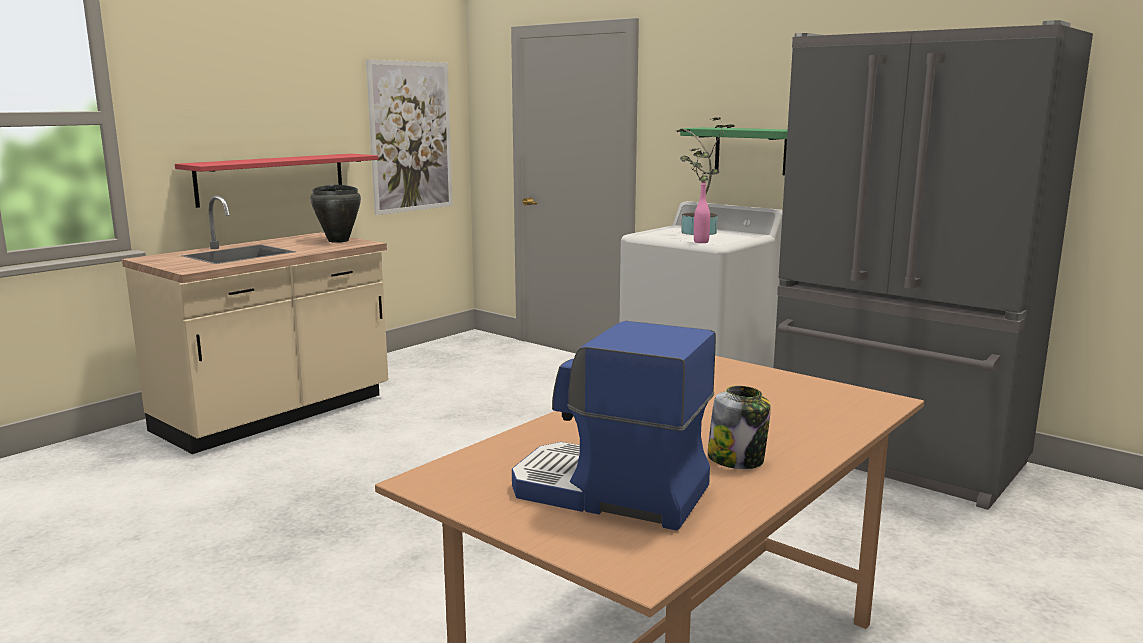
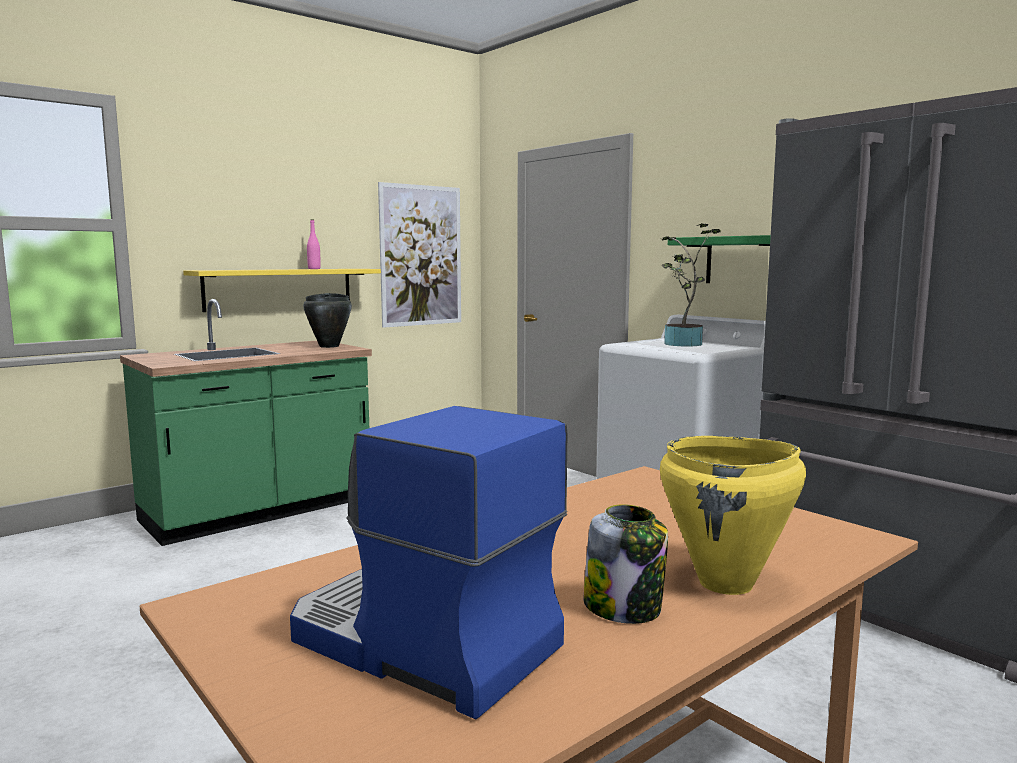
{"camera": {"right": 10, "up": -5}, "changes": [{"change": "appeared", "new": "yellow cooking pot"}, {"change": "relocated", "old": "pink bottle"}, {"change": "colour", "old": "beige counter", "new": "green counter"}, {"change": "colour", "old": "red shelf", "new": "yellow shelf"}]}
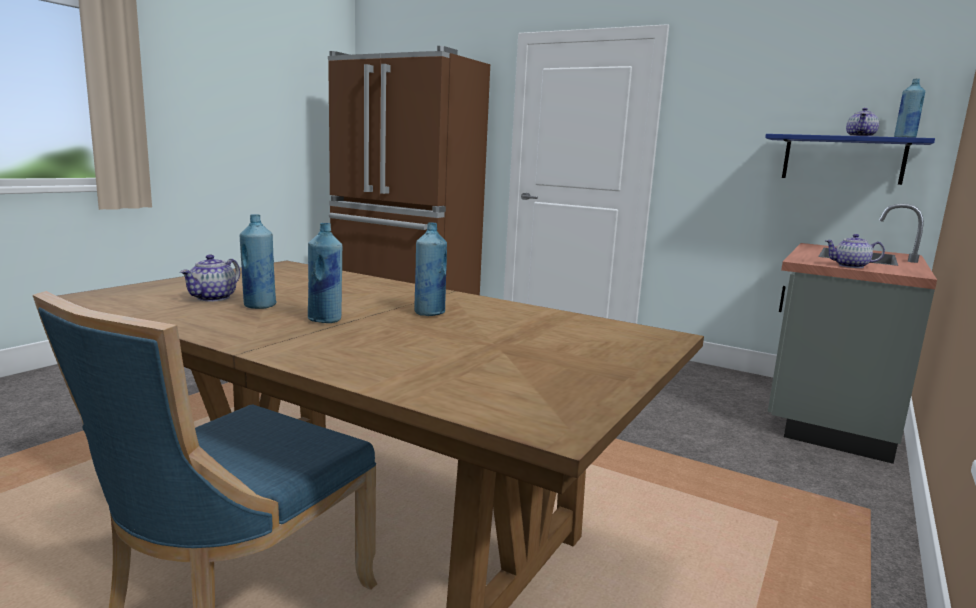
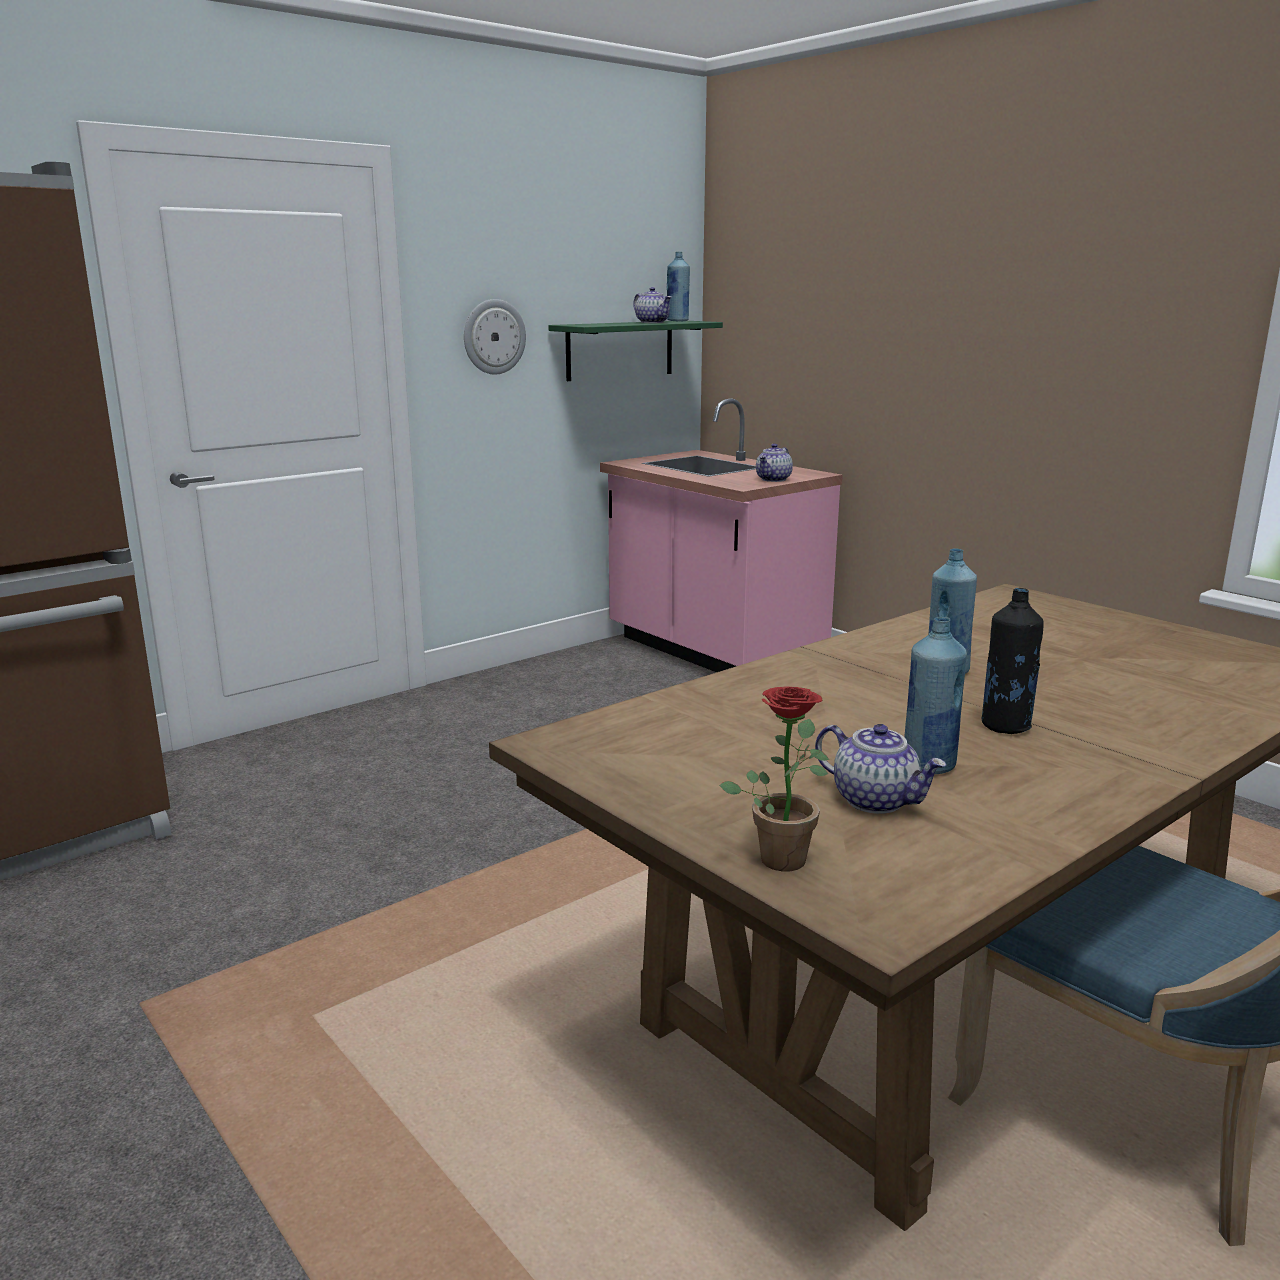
{"camera": {"right": -70, "up": 5}, "changes": [{"change": "appeared", "new": "wall clock"}, {"change": "appeared", "new": "potted plant"}, {"change": "colour", "old": "blue bottle (no. 2 from left)", "new": "black bottle"}, {"change": "colour", "old": "blue shelf", "new": "green shelf"}, {"change": "colour", "old": "grey counter", "new": "pink counter"}]}
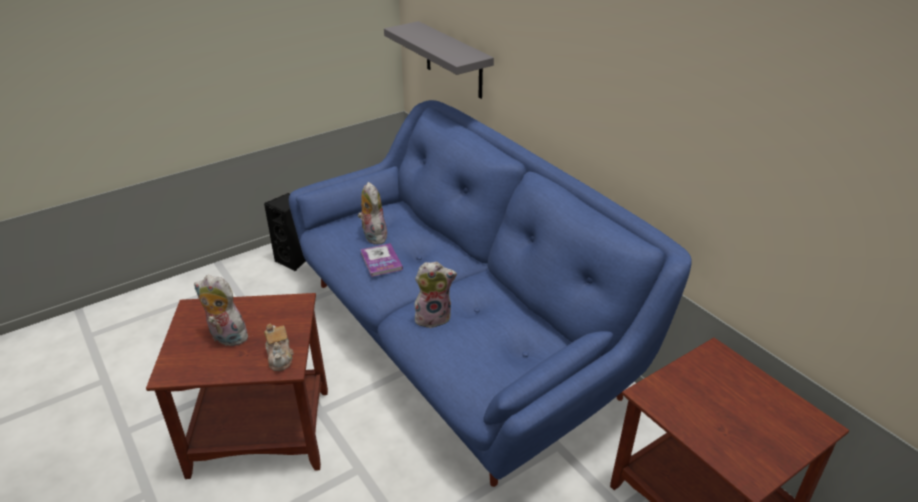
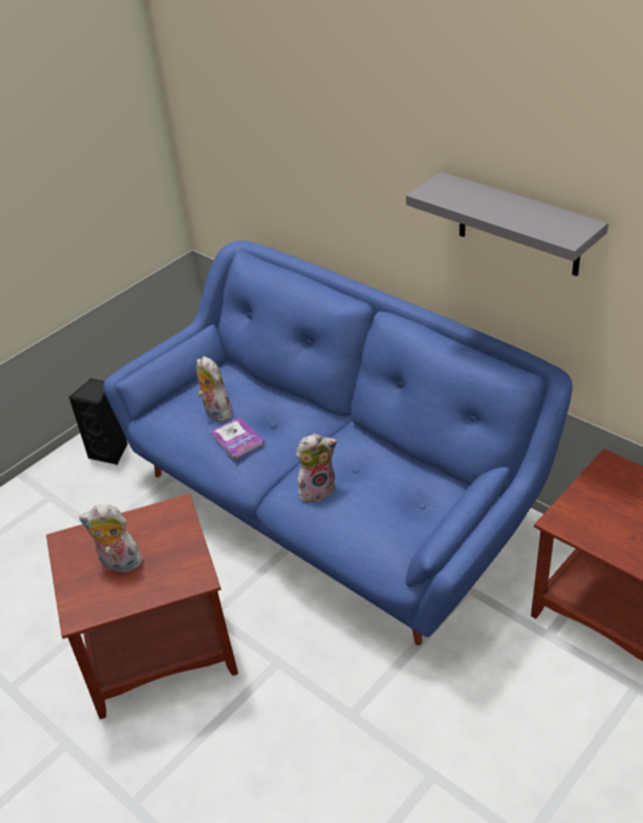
{"camera": {"right": -10, "up": 5}, "changes": [{"change": "missing", "old": "teapot"}, {"change": "relocated", "old": "grey shelf"}]}
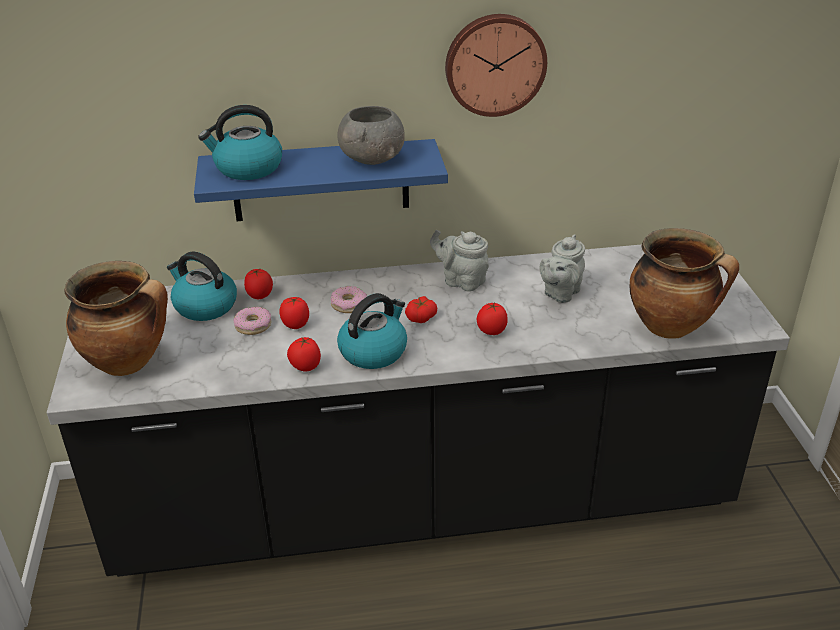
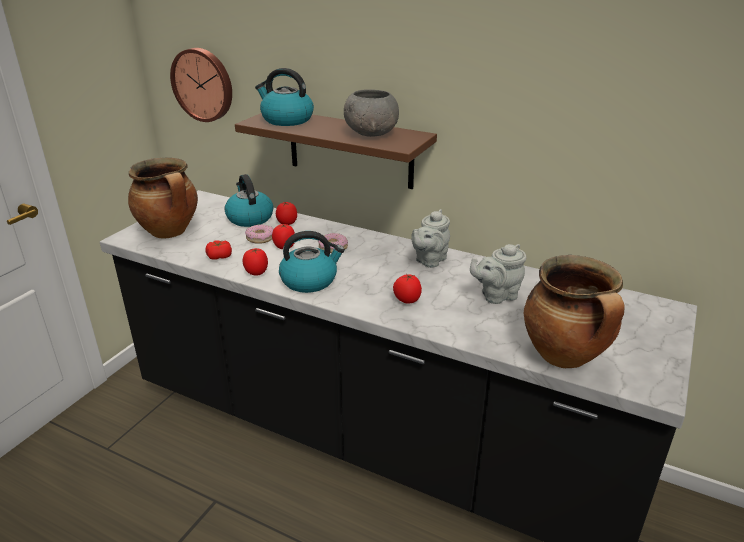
{"camera": {"right": 35, "up": -5}, "changes": [{"change": "relocated", "old": "tomato (no. 4 from left in the first image)", "new": "tomato (no. 1 from left)"}, {"change": "relocated", "old": "wall clock"}, {"change": "colour", "old": "blue shelf", "new": "brown shelf"}, {"change": "spun", "old": "grey teapot (no. 1 from left)", "degrees": -120}]}
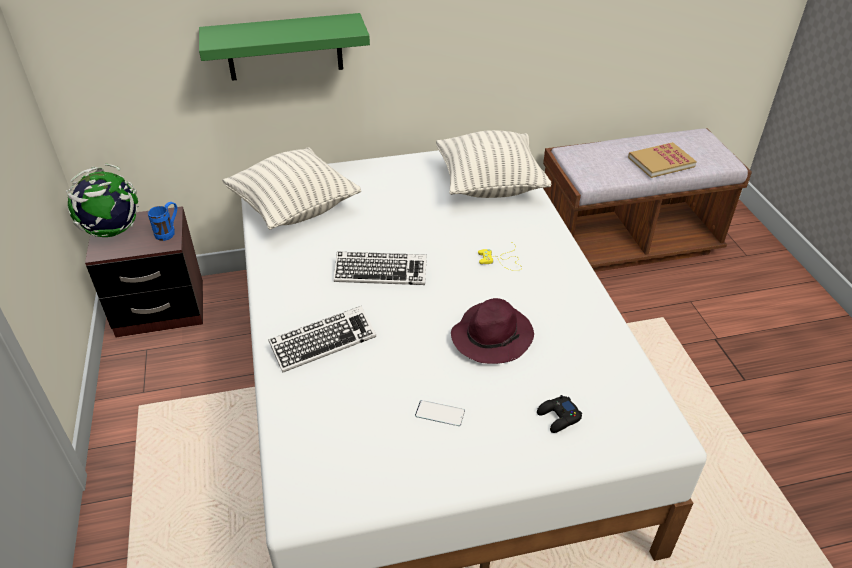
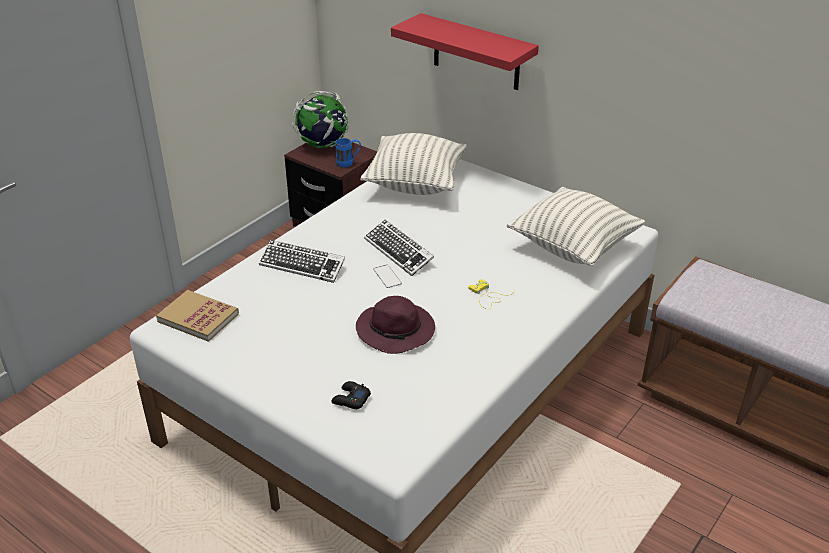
{"camera": {"right": 50, "up": -5}, "changes": [{"change": "relocated", "old": "phone"}, {"change": "relocated", "old": "book"}, {"change": "colour", "old": "green shelf", "new": "red shelf"}]}
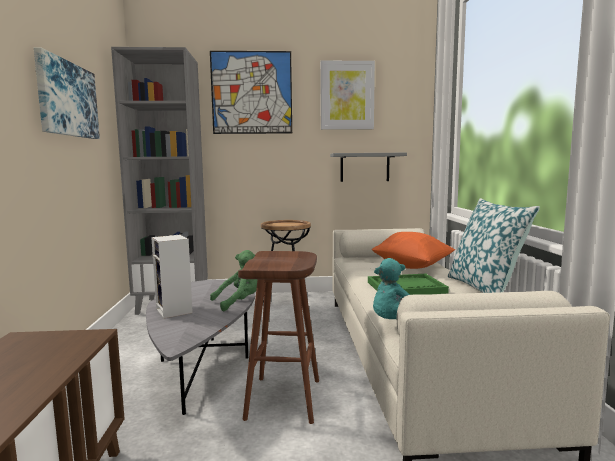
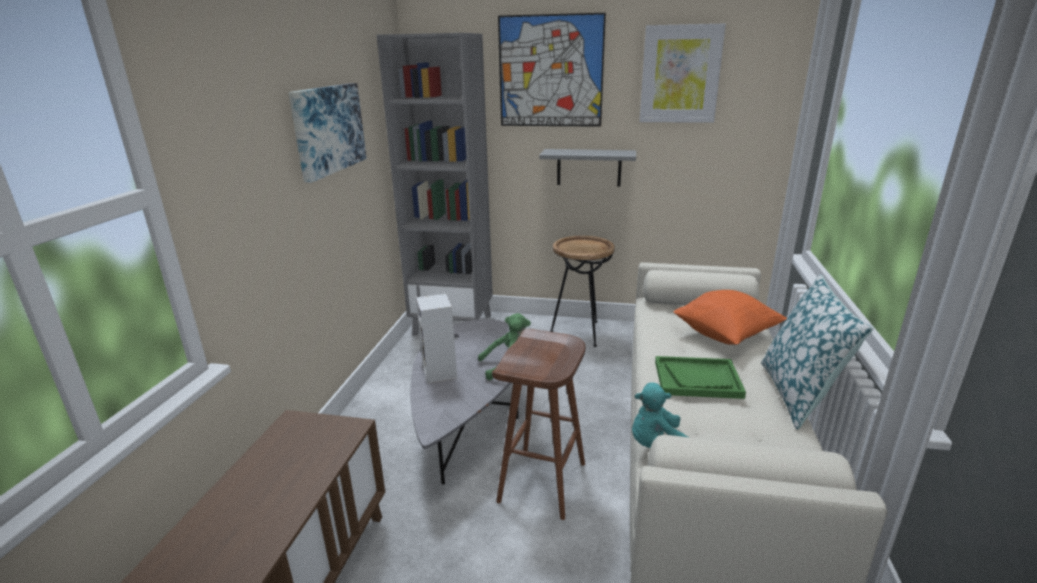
{"camera": {"right": 15, "up": 15}, "changes": [{"change": "relocated", "old": "grey shelf"}]}
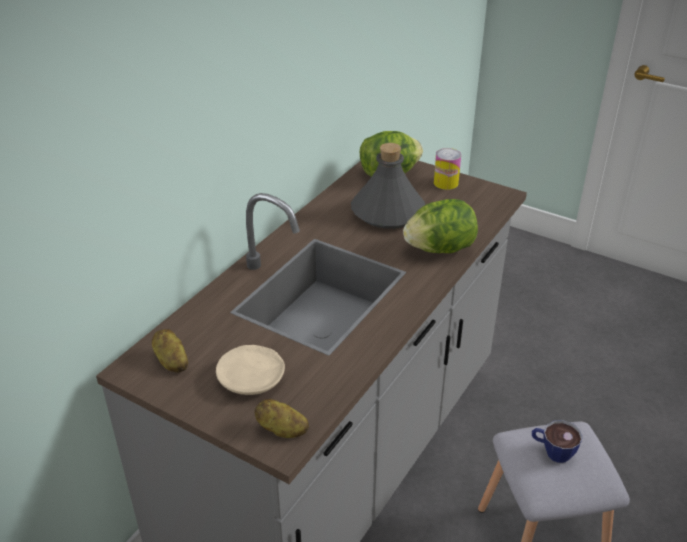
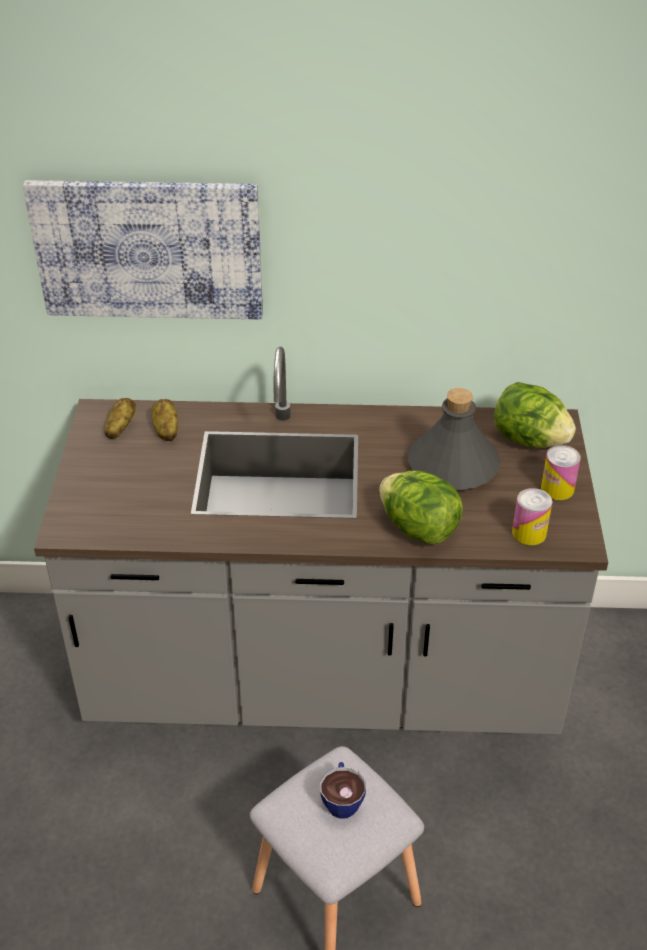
{"camera": {"right": 60, "up": 5}, "changes": [{"change": "missing", "old": "beige plate"}, {"change": "appeared", "new": "picture"}, {"change": "appeared", "new": "can (no. 1 from left)"}, {"change": "relocated", "old": "potato (no. 2 from left)"}]}
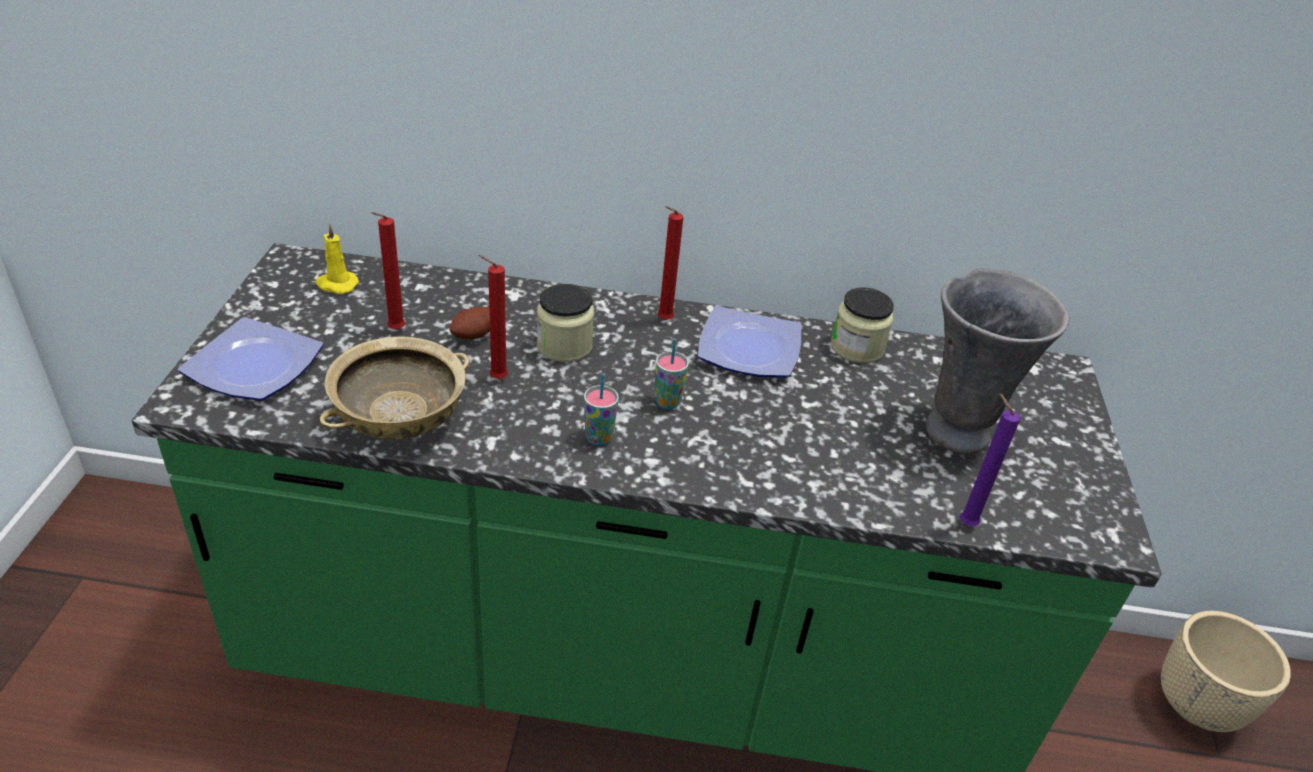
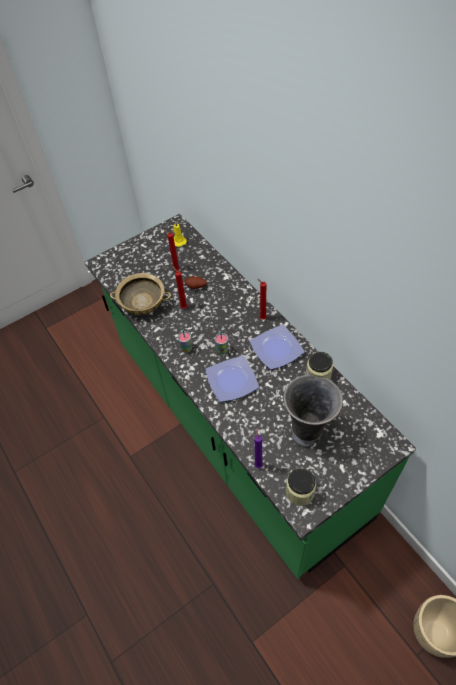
{"camera": {"right": 55, "up": 15}, "changes": [{"change": "relocated", "old": "plate (no. 1 from left)"}, {"change": "relocated", "old": "jar (no. 1 from left)"}]}
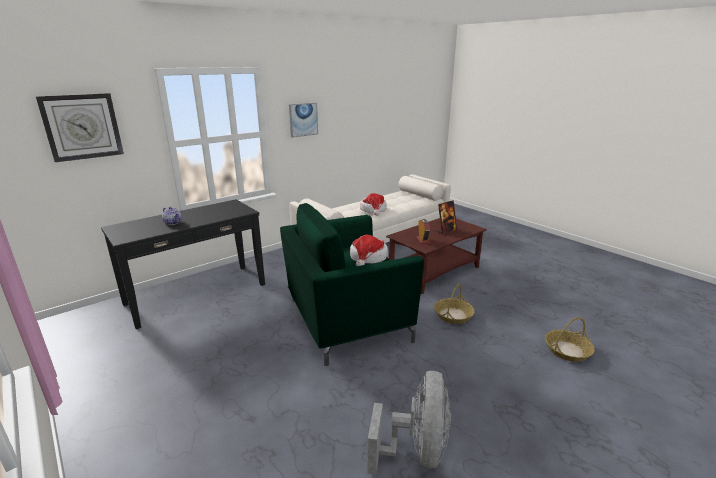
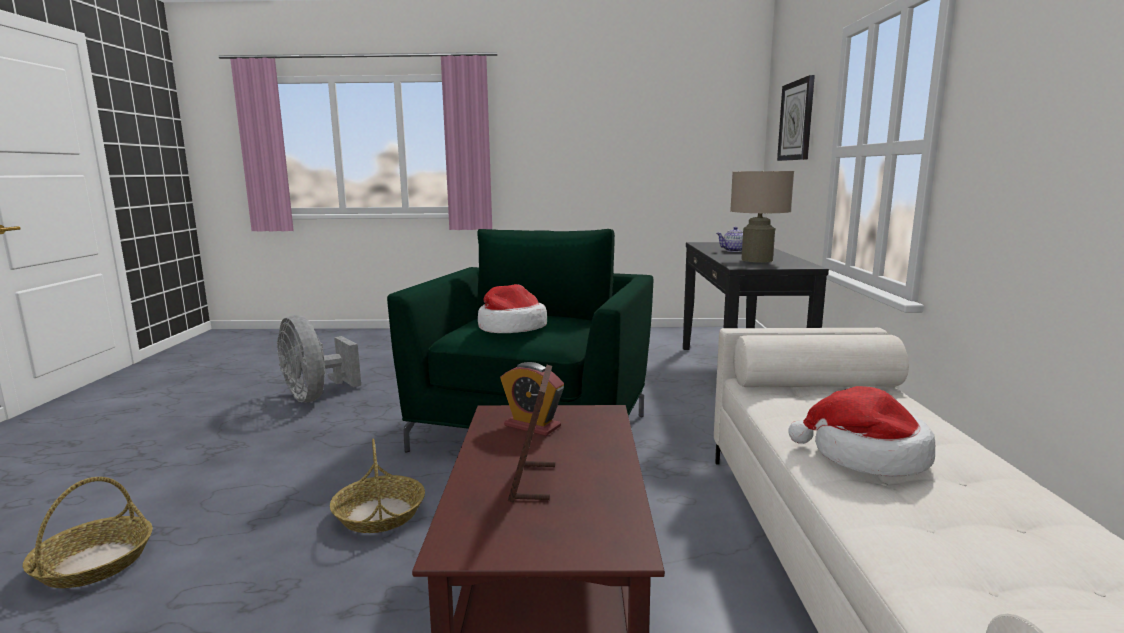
{"camera": {"right": 130, "up": -10}, "changes": [{"change": "missing", "old": "picture"}, {"change": "appeared", "new": "beige table lamp"}]}
